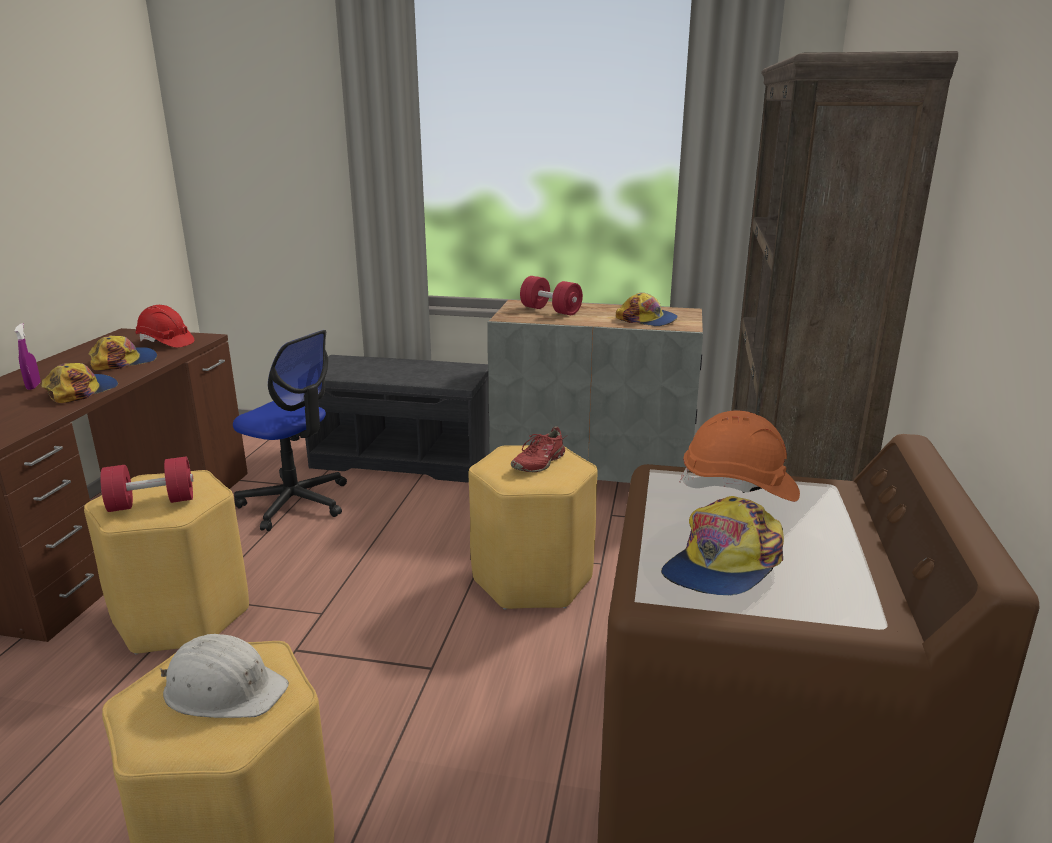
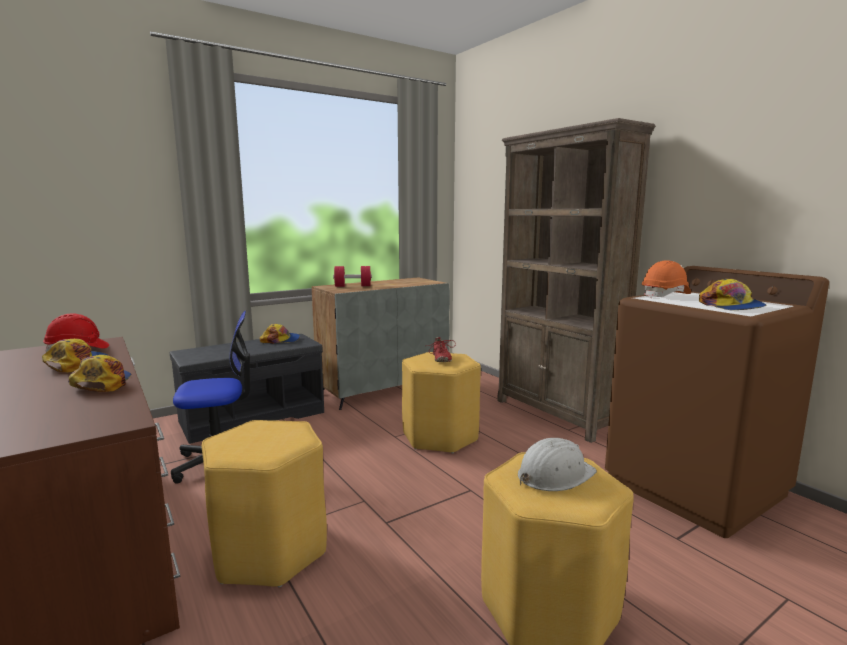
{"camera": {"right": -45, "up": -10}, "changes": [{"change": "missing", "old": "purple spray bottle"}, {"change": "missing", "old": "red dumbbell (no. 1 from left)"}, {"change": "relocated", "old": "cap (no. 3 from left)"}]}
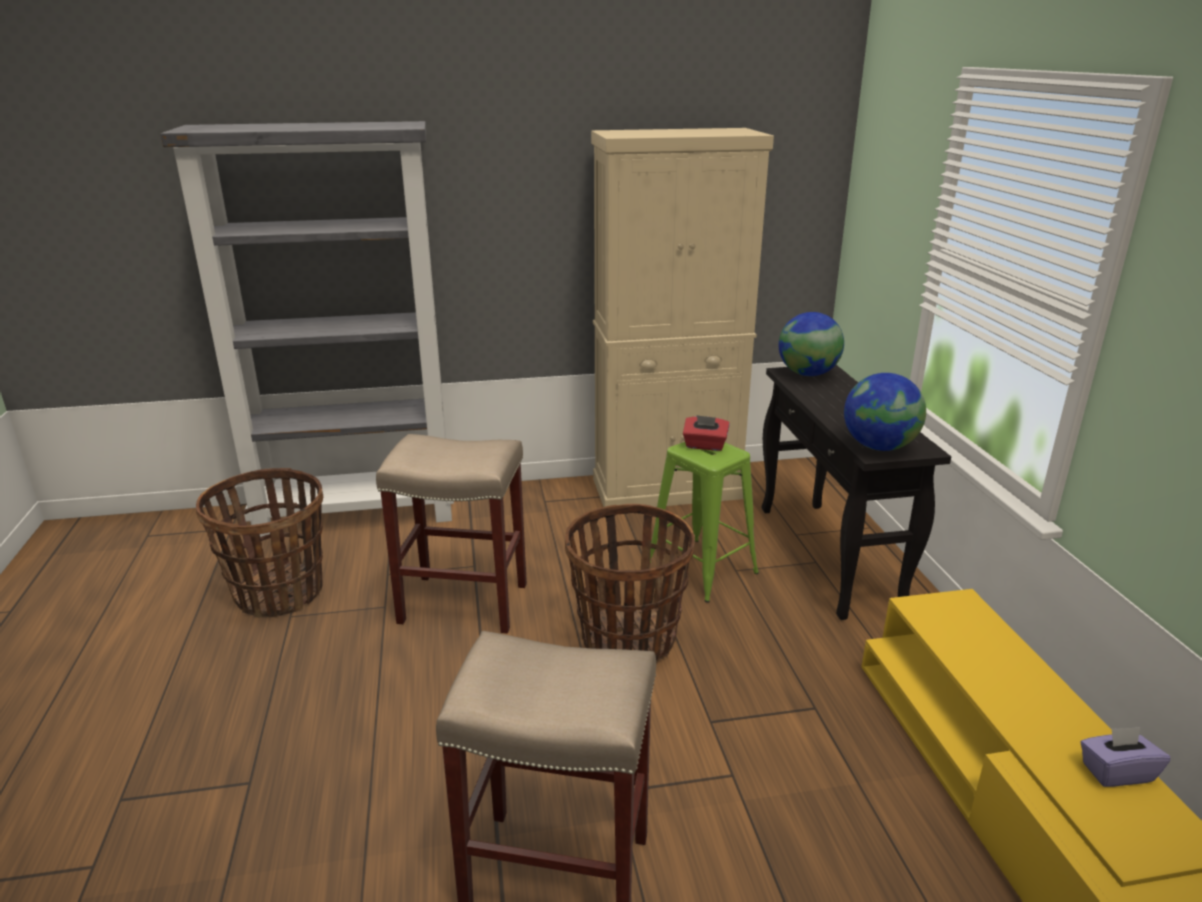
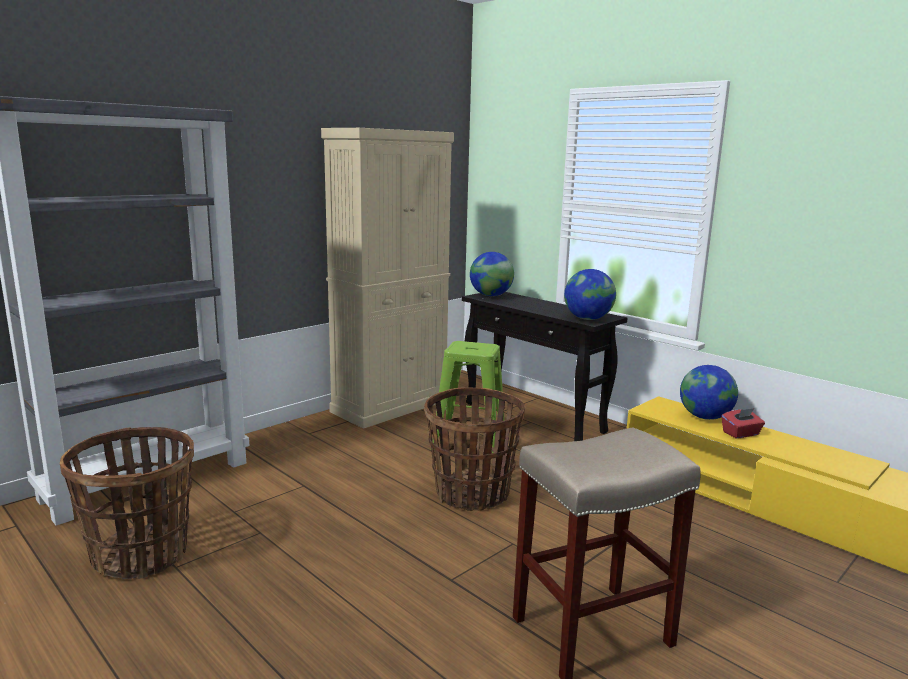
{"camera": {"right": -35, "up": -10}, "changes": [{"change": "missing", "old": "beige stool (no. 1 from left)"}, {"change": "missing", "old": "purple tissue box"}, {"change": "appeared", "new": "globe (no. 3 from left)"}, {"change": "relocated", "old": "red tissue box"}]}
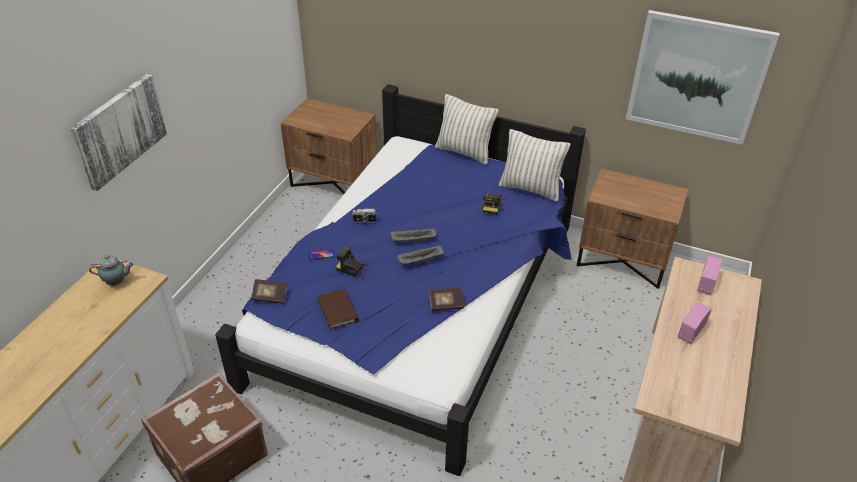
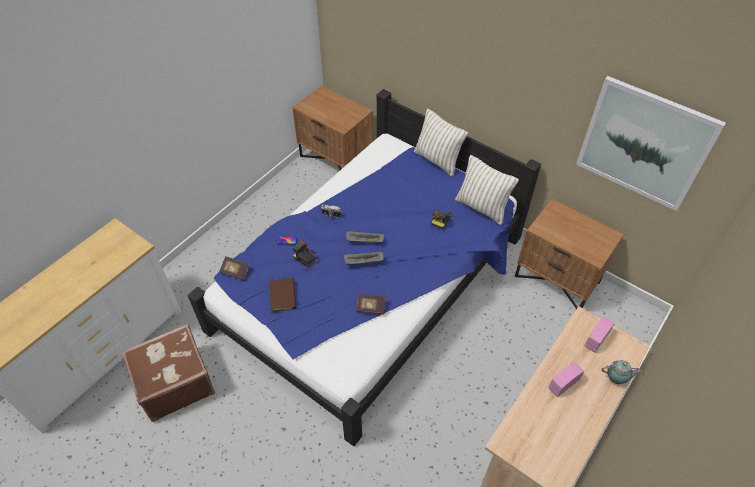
{"camera": {"right": 15, "up": 10}, "changes": [{"change": "missing", "old": "picture (no. 1 from left)"}, {"change": "relocated", "old": "teapot"}]}
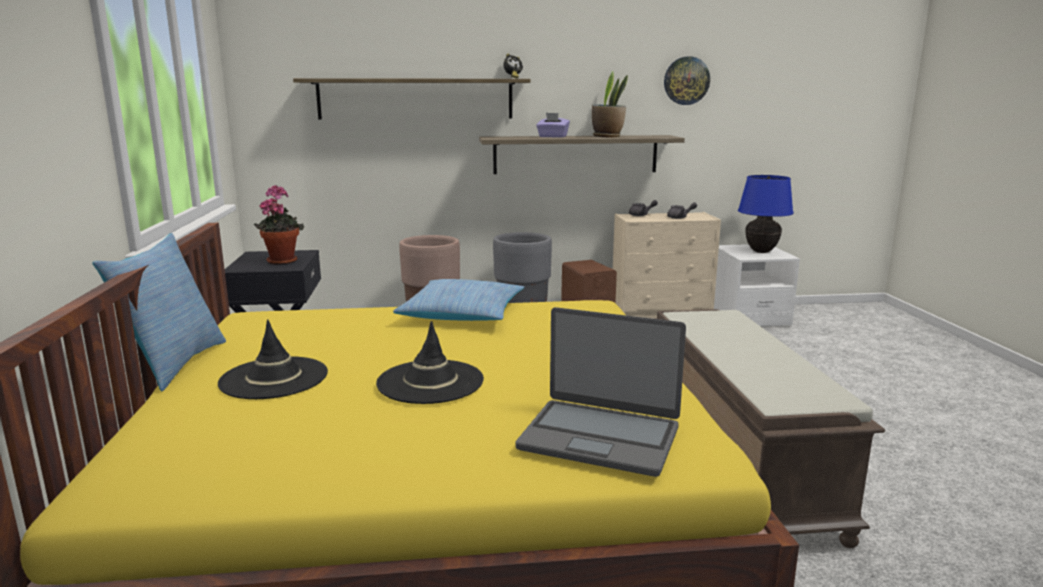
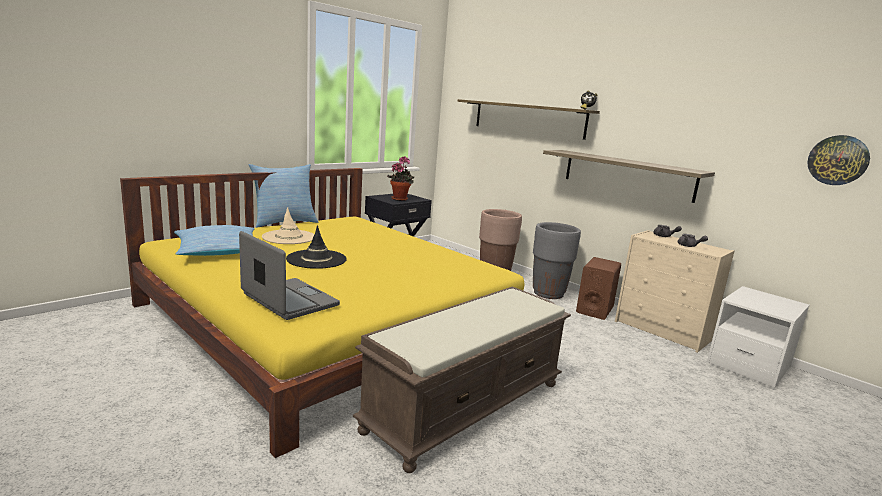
{"camera": {"right": 50, "up": 0}, "changes": [{"change": "missing", "old": "purple tissue box"}, {"change": "missing", "old": "potted plant (no. 2 from left)"}, {"change": "missing", "old": "blue table lamp"}, {"change": "relocated", "old": "pillow (no. 2 from left in the first image)", "new": "pillow (no. 1 from left)"}, {"change": "relocated", "old": "wall clock"}, {"change": "colour", "old": "black hat (no. 1 from left)", "new": "beige hat"}, {"change": "spun", "old": "laptop", "degrees": 150}]}
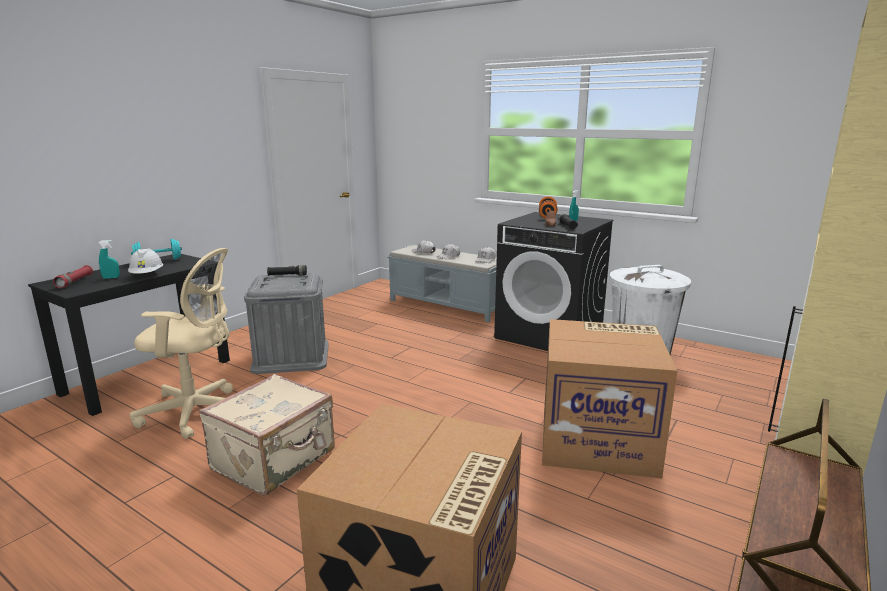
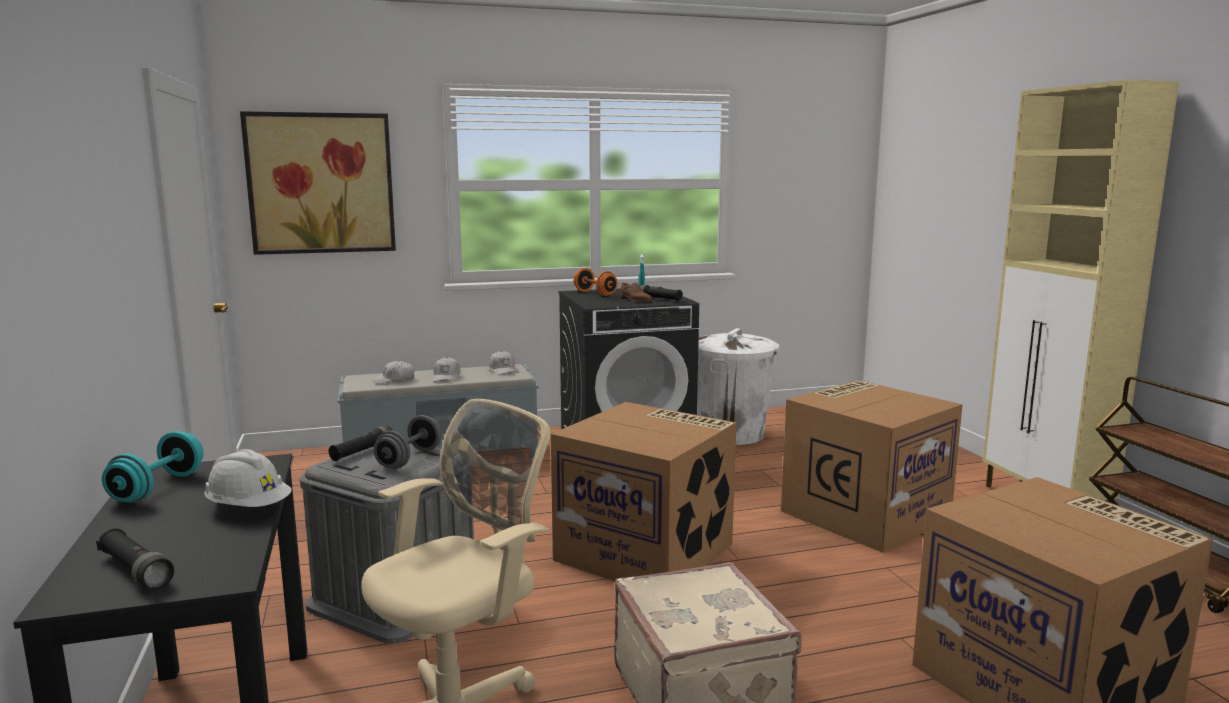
{"camera": {"right": -50, "up": -5}, "changes": [{"change": "missing", "old": "turquoise spray bottle (no. 1 from left)"}, {"change": "appeared", "new": "picture"}, {"change": "appeared", "new": "grey dumbbell"}, {"change": "appeared", "new": "cardboard box (no. 1 from left)"}, {"change": "colour", "old": "red flashlight", "new": "black flashlight (no. 1 from left)"}]}
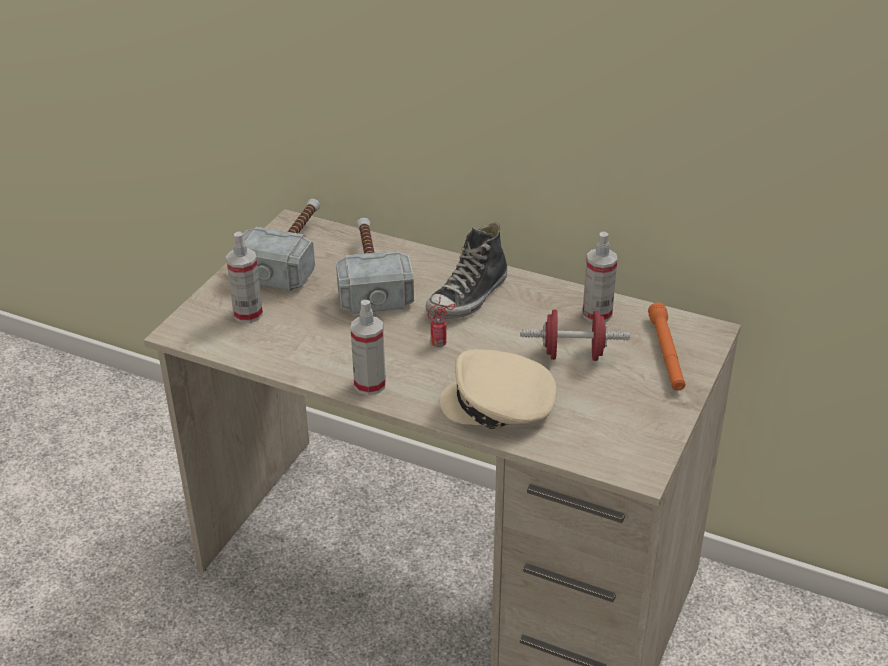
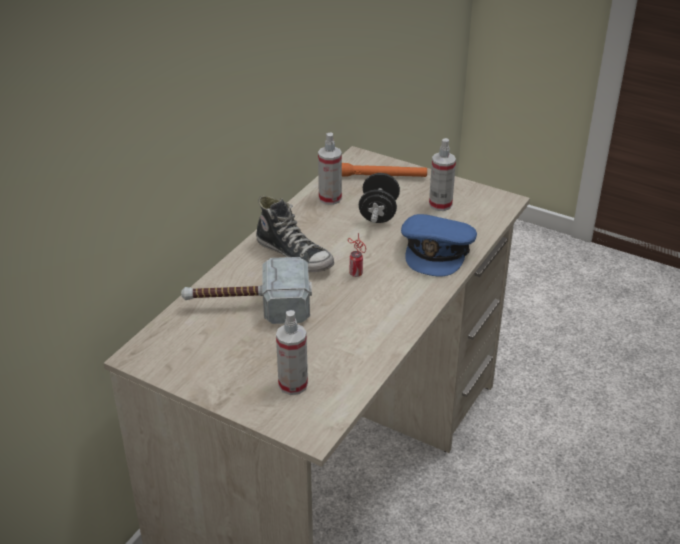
{"camera": {"right": -85, "up": 0}, "changes": [{"change": "missing", "old": "hammer (no. 1 from left)"}, {"change": "relocated", "old": "spray bottle (no. 2 from left in the first image)", "new": "spray bottle (no. 3 from left)"}, {"change": "colour", "old": "beige cap", "new": "blue cap"}, {"change": "colour", "old": "red dumbbell", "new": "black dumbbell"}]}
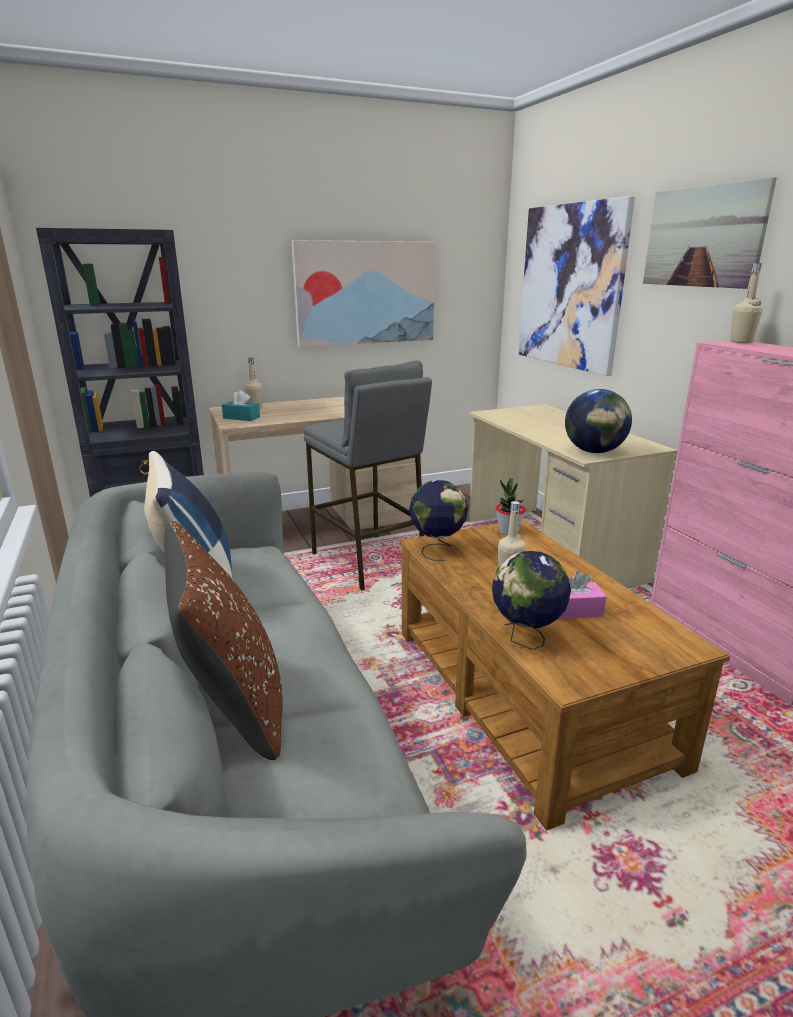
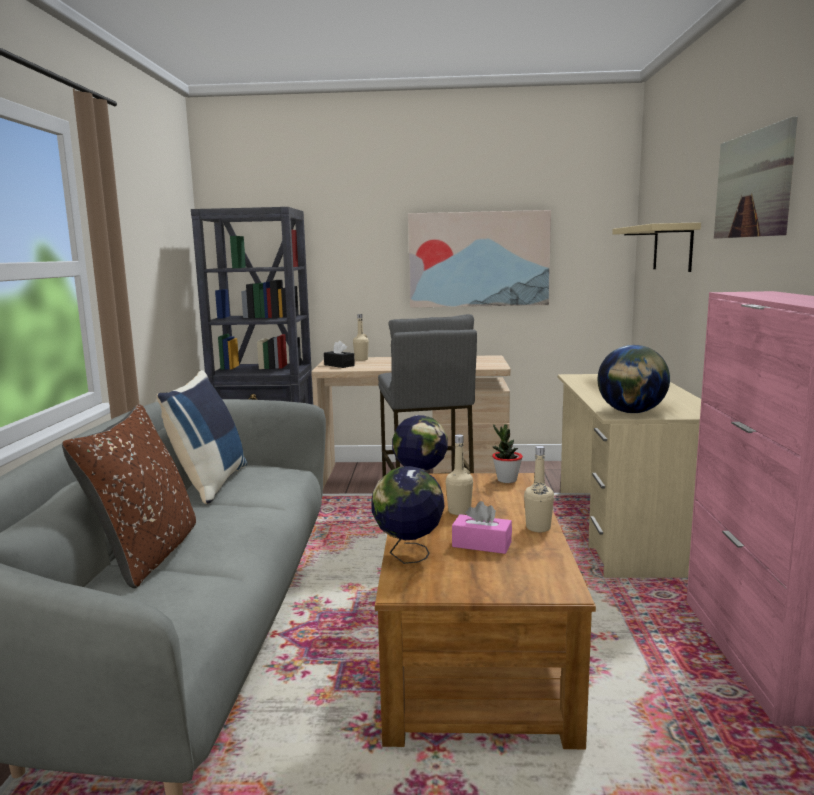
{"camera": {"right": 25, "up": -10}, "changes": [{"change": "relocated", "old": "beige bottle (no. 3 from left)"}, {"change": "exchanged", "old": "picture (no. 2 from left)", "new": "beige shelf"}, {"change": "colour", "old": "turquoise tissue box", "new": "black tissue box"}]}
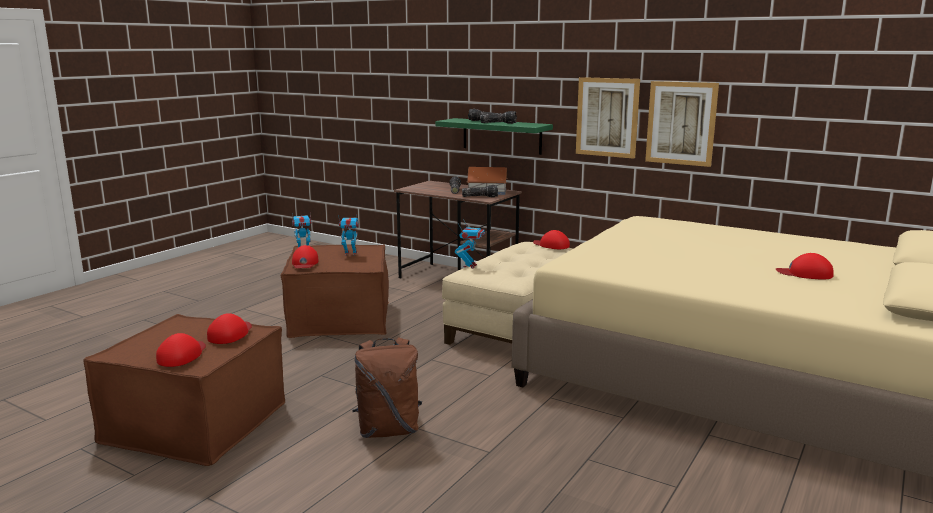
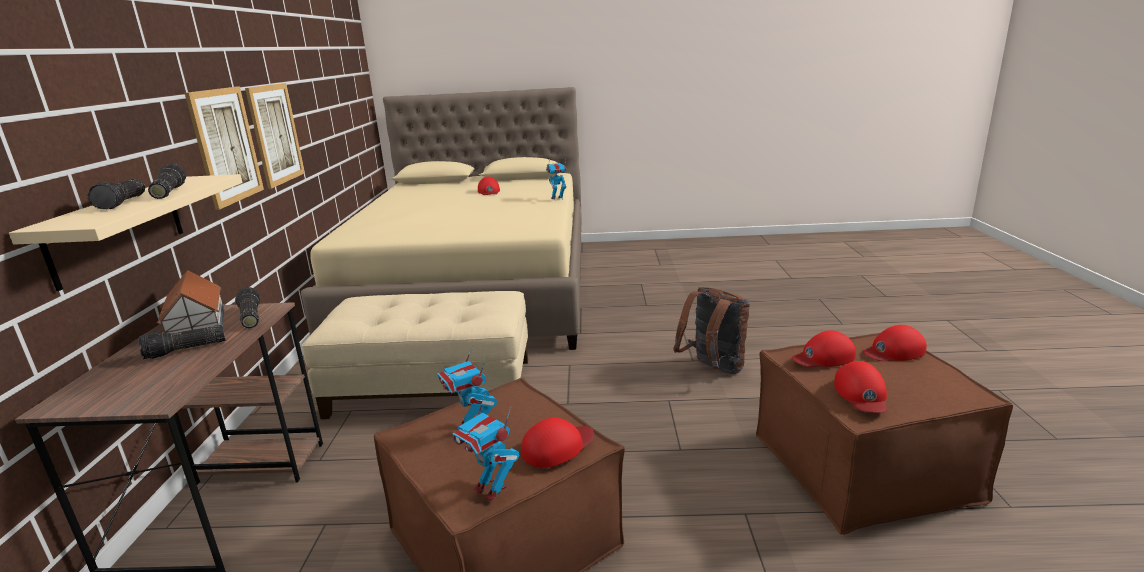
{"camera": {"right": -120, "up": 5}, "changes": [{"change": "relocated", "old": "toy robot (no. 3 from left)"}, {"change": "relocated", "old": "red cap (no. 4 from left)"}, {"change": "colour", "old": "green shelf", "new": "beige shelf"}]}
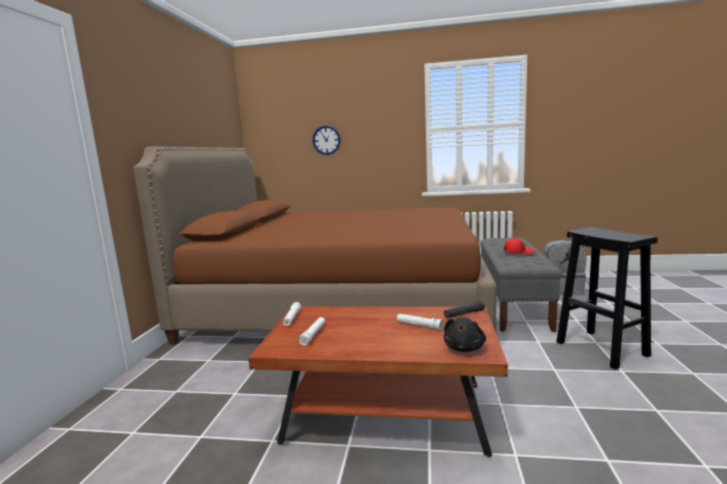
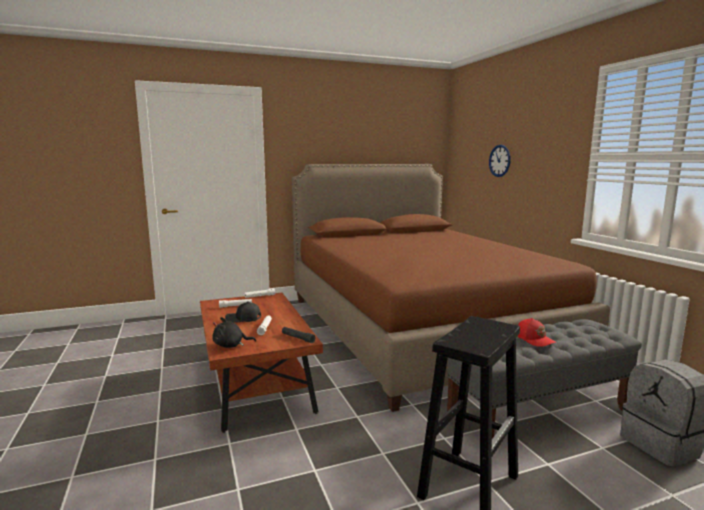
{"camera": {"right": 60, "up": 0}, "changes": [{"change": "appeared", "new": "black cap"}]}
